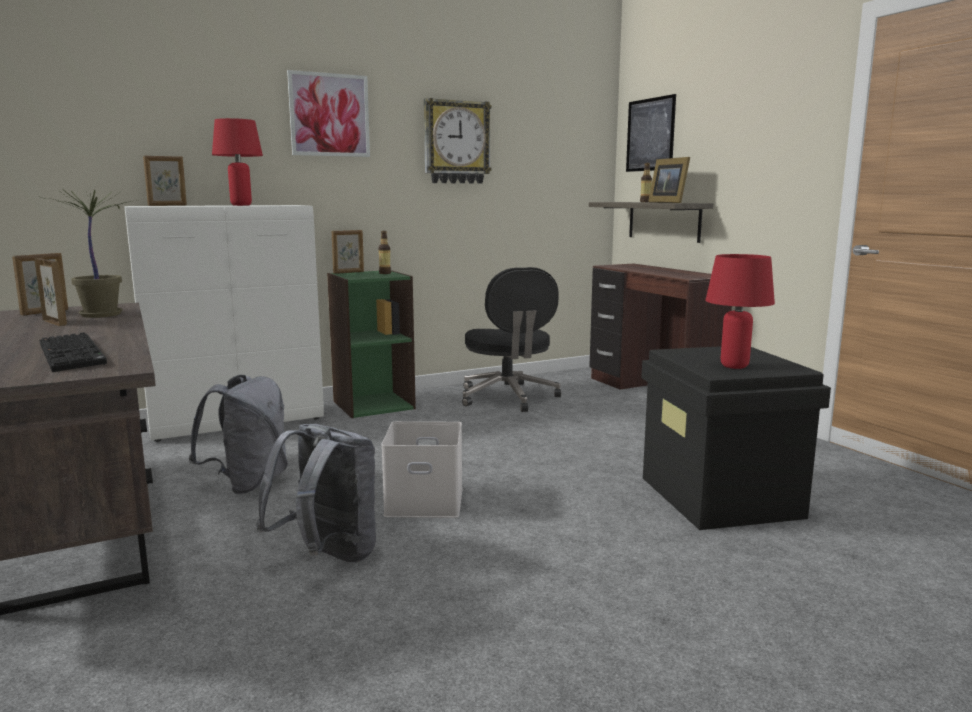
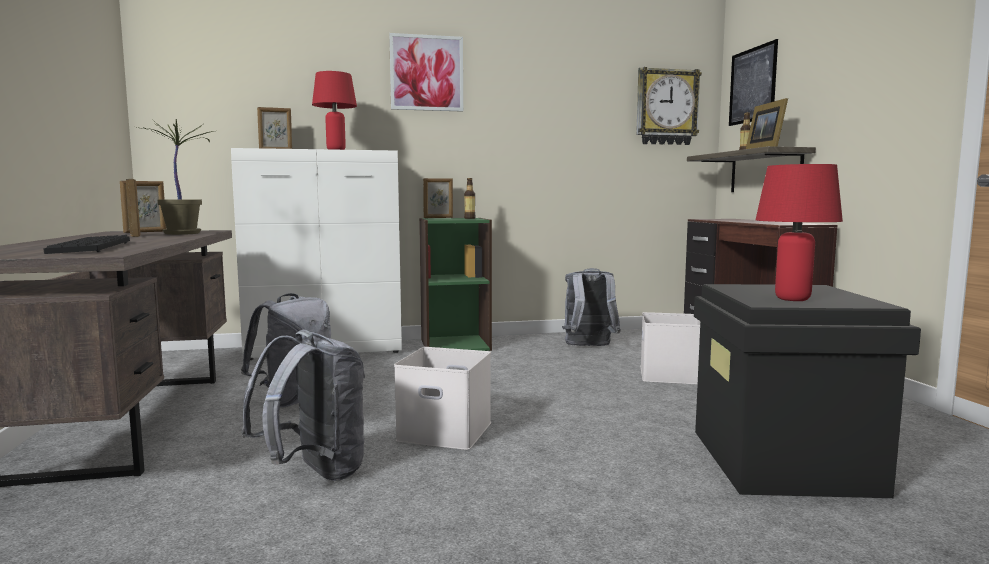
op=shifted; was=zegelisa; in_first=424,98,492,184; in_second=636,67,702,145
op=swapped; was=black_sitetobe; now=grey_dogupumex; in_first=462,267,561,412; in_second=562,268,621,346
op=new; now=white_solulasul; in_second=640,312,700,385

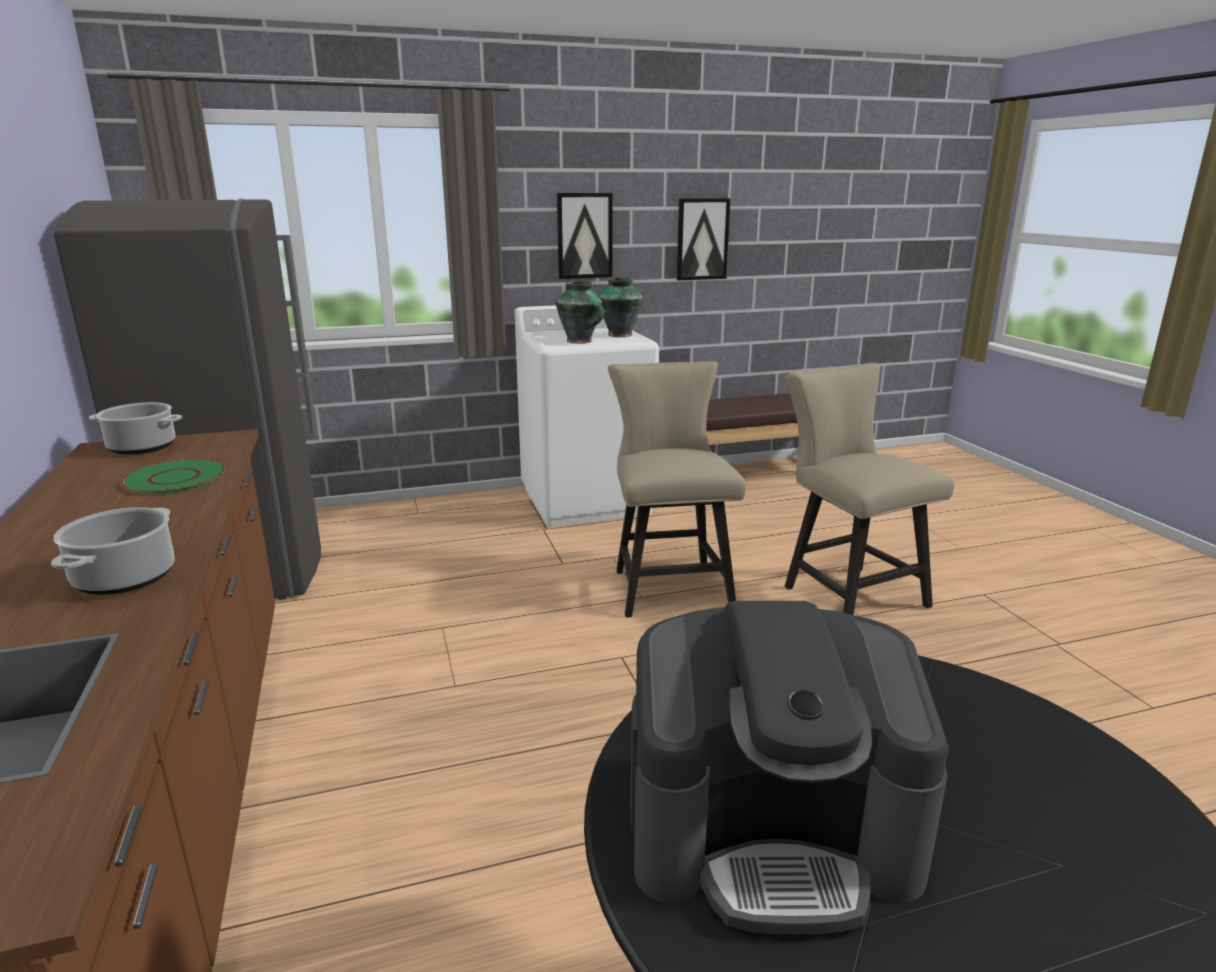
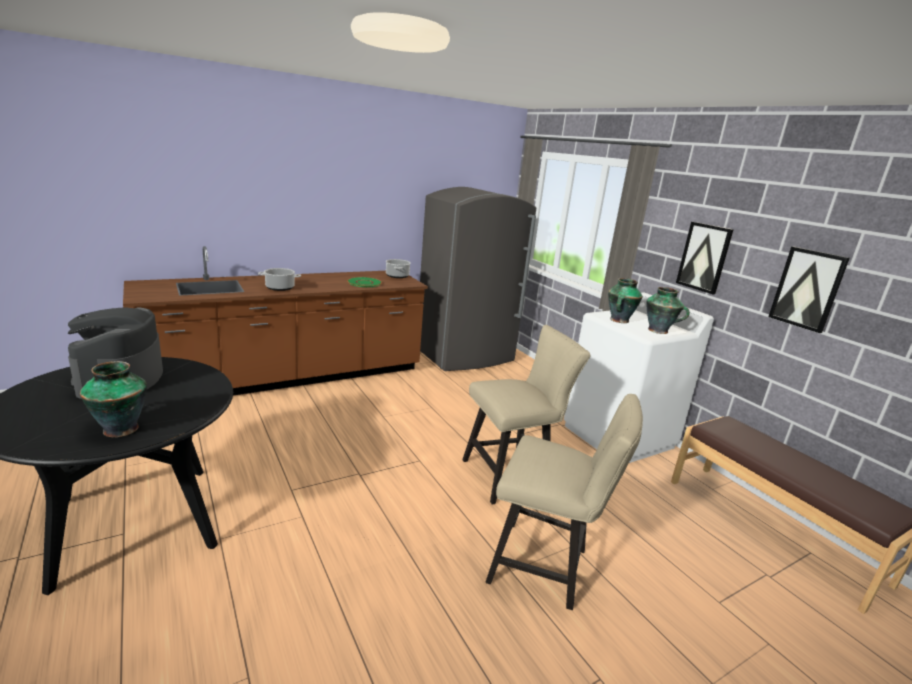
op=rotated; was=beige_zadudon; in_first=785,363,955,615; in_second=485,394,643,610; clockwise=60
op=new; now=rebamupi; in_second=80,361,147,437

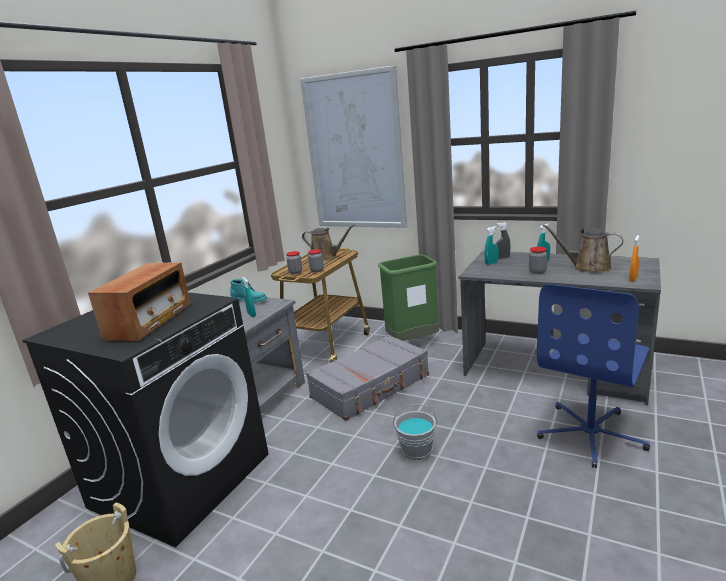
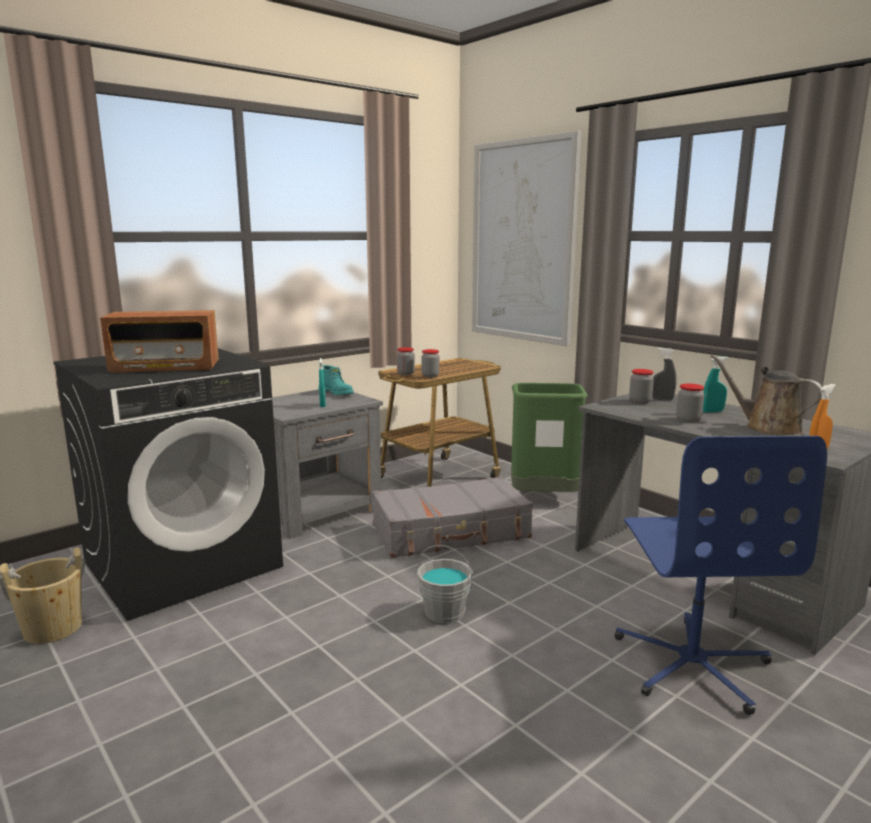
op=rotated; was=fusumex; in_first=88,262,191,341; in_second=100,310,219,373; clockwise=45
op=gone; was=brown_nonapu; in_first=302,224,355,261
op=swapped; was=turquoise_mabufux; now=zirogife; in_first=484,226,499,265; in_second=629,369,654,404
op=rotated; was=blue_sitetobe; in_first=537,284,650,468; in_second=614,436,827,715; clockwise=-60

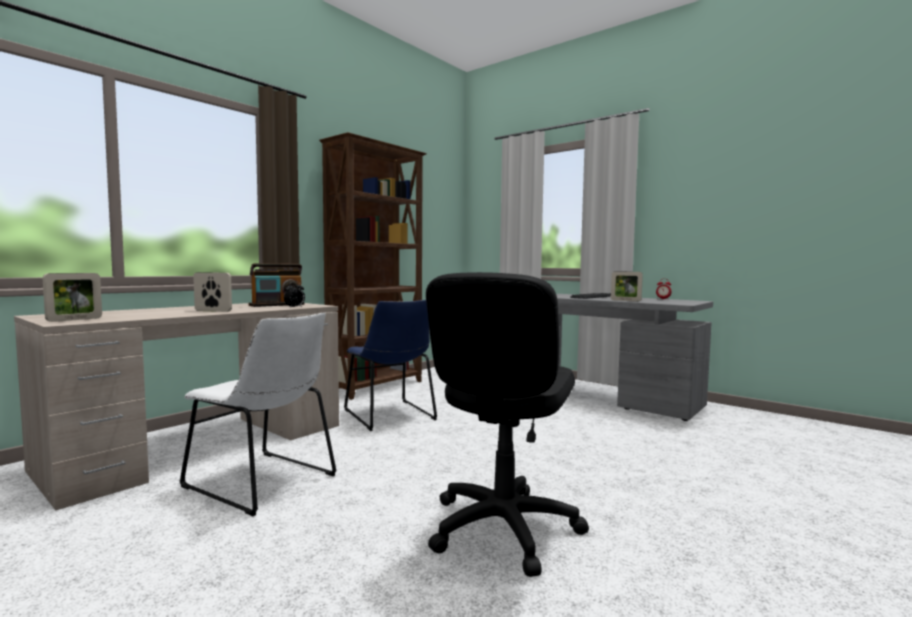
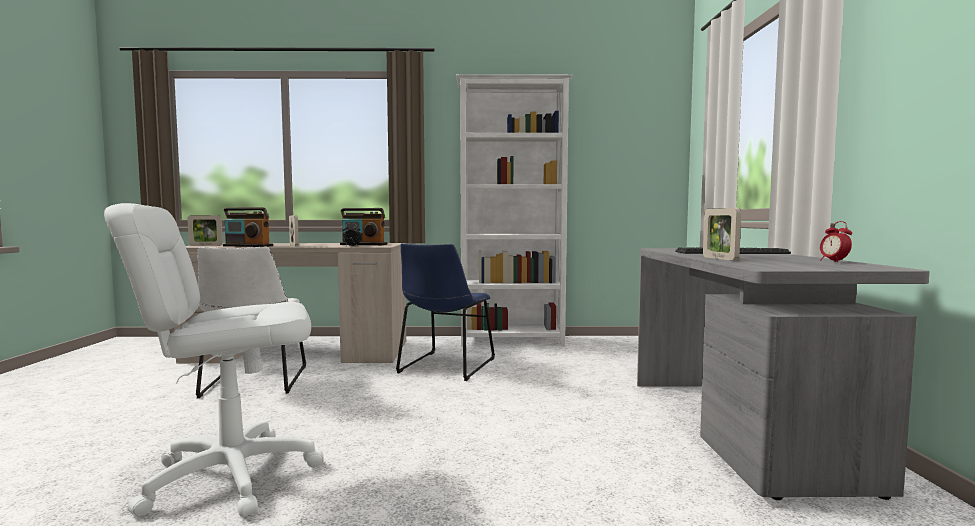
op=repainted; was=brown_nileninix; now=white_nileninix; in_first=319,132,427,400; in_second=456,74,573,346
op=repainted; was=black_sitetobe; now=white_sitetobe; in_first=426,272,589,577; in_second=104,203,324,517
op=new; now=fusumex; in_second=223,207,273,247

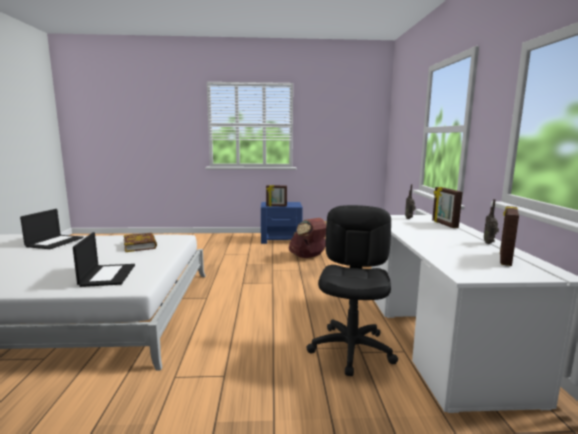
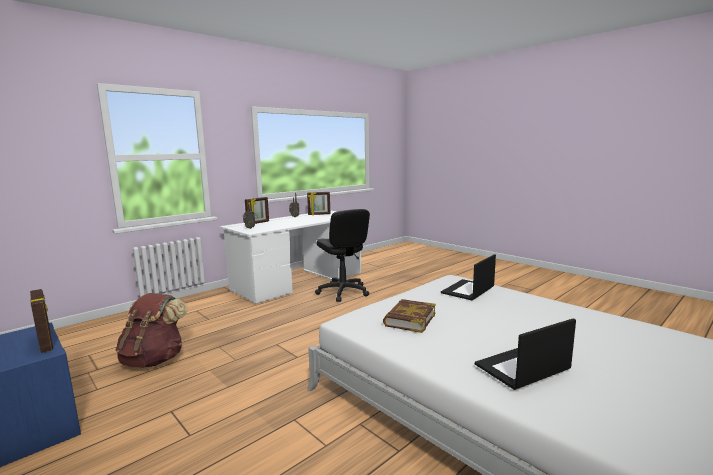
op=rotated; was=black_sitetobe; in_first=306,205,398,376; in_second=315,209,370,302; clockwise=-90

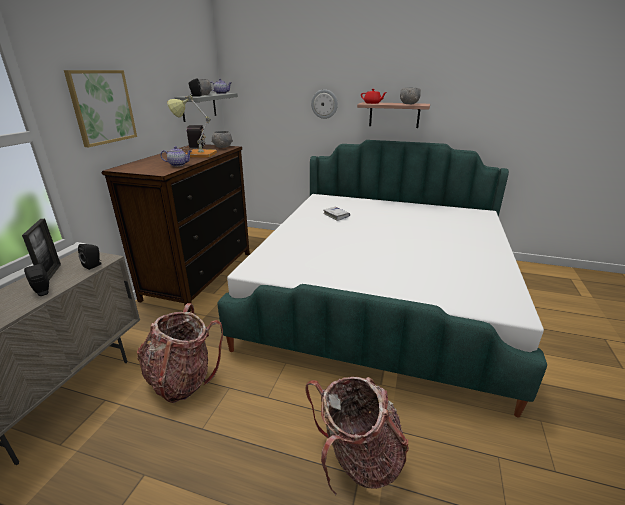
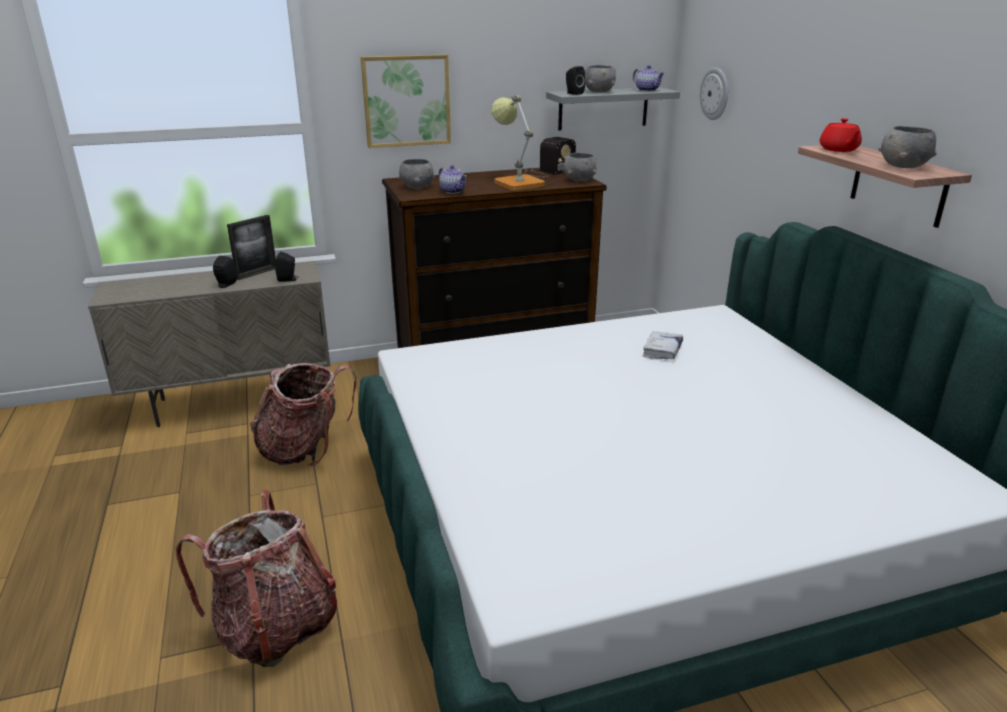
op=shifted; was=zegelisa; in_first=311,89,338,119; in_second=700,67,728,120
op=new; now=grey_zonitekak; in_second=398,159,435,189

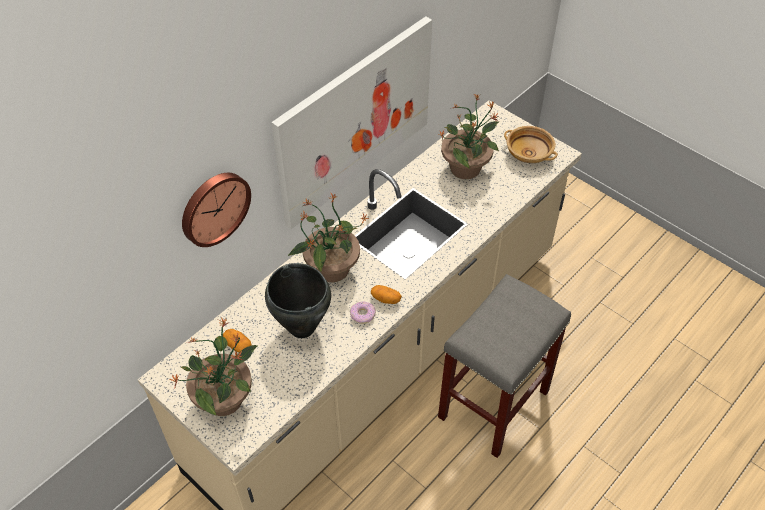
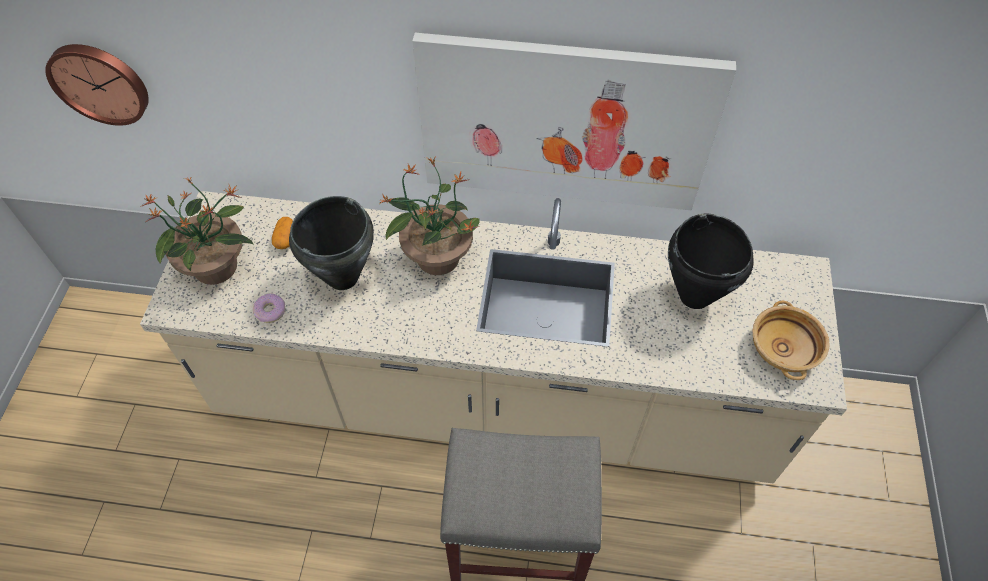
op=shifted; was=zegelisa; in_first=182,173,251,247; in_second=45,44,149,126
op=shifted; was=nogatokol; in_first=350,301,376,324; in_second=253,293,285,323
op=gone; was=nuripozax; in_first=371,285,402,304
op=swapped; was=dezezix; now=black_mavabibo; in_first=439,94,499,179; in_second=668,213,754,309

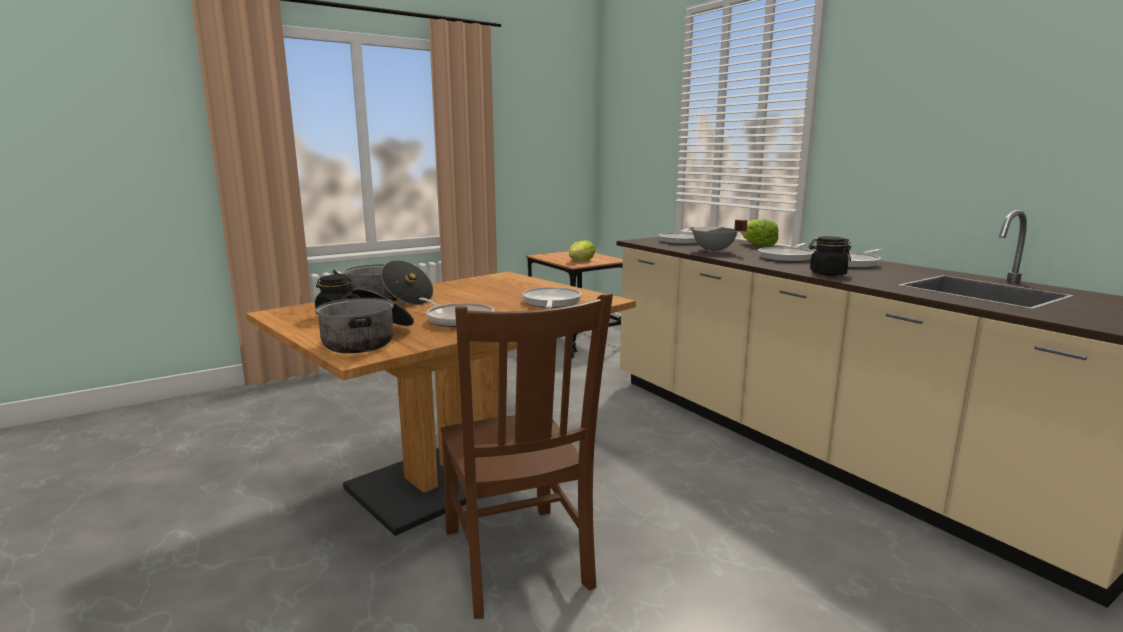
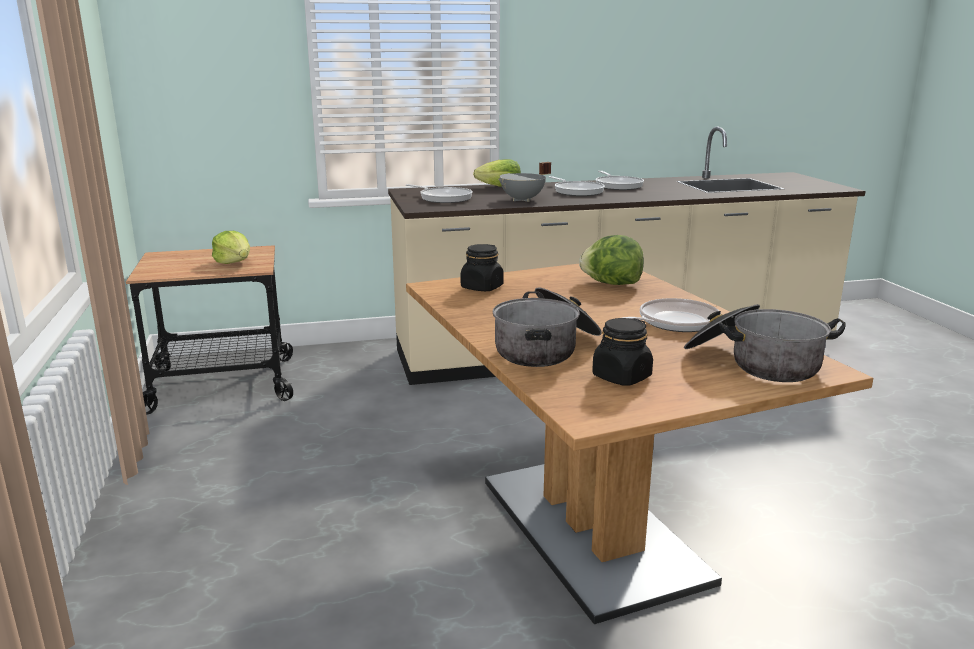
op=gone; was=brown_zadudon; in_first=440,293,613,619
op=swapped; was=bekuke; now=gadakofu; in_first=522,287,581,308; in_second=579,235,644,285
op=shifted; was=black_zirogife; in_first=808,236,851,276; in_second=461,244,504,291

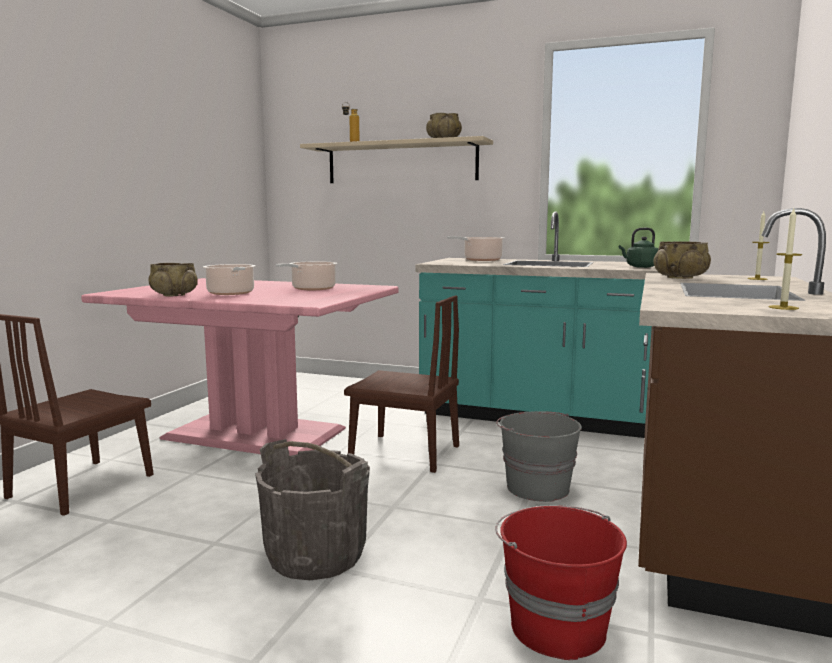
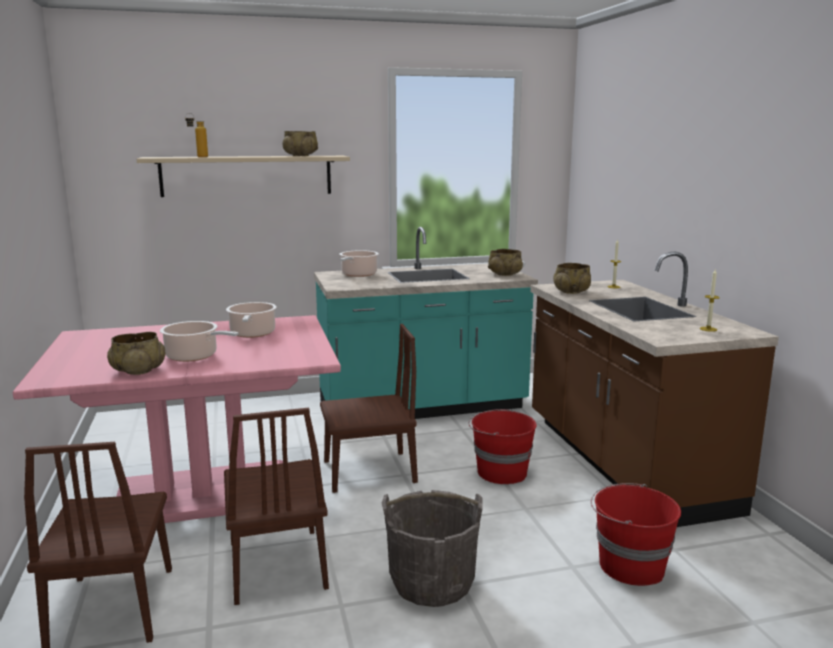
op=repainted; was=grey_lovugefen; now=red_lovugefen; in_first=496,411,582,502; in_second=469,409,537,484
op=swapped; was=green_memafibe; now=beige_zonitekak; in_first=619,228,658,268; in_second=488,249,523,276
op=new; now=brown_zadudon; in_second=224,408,329,605

